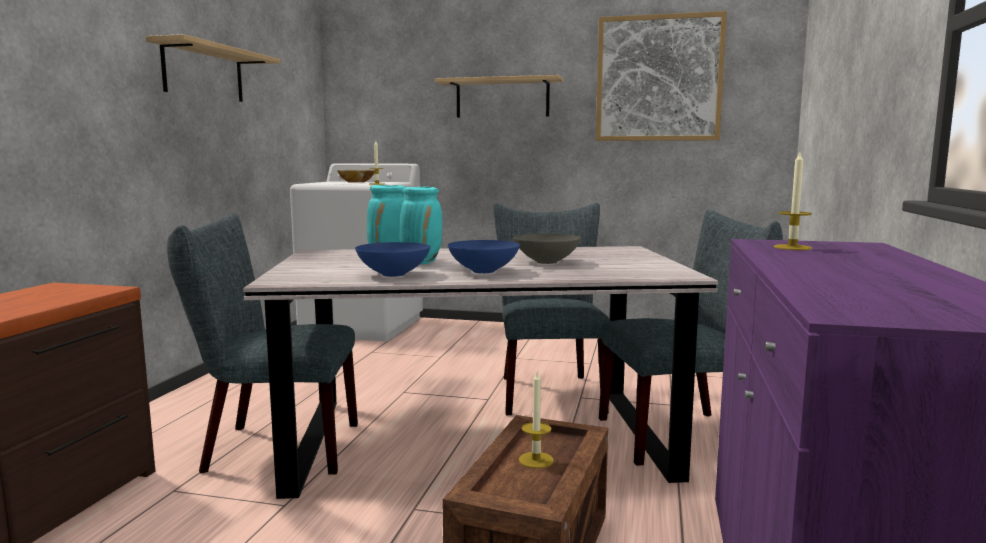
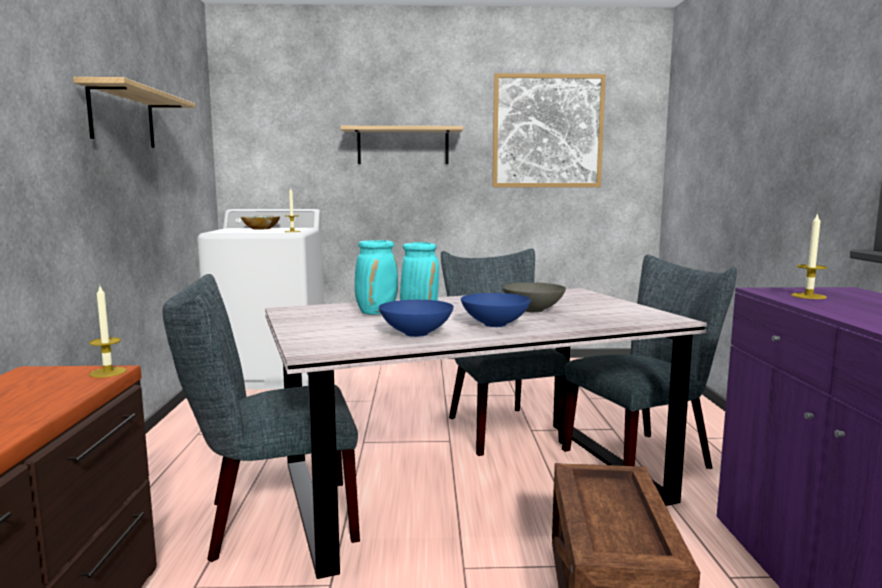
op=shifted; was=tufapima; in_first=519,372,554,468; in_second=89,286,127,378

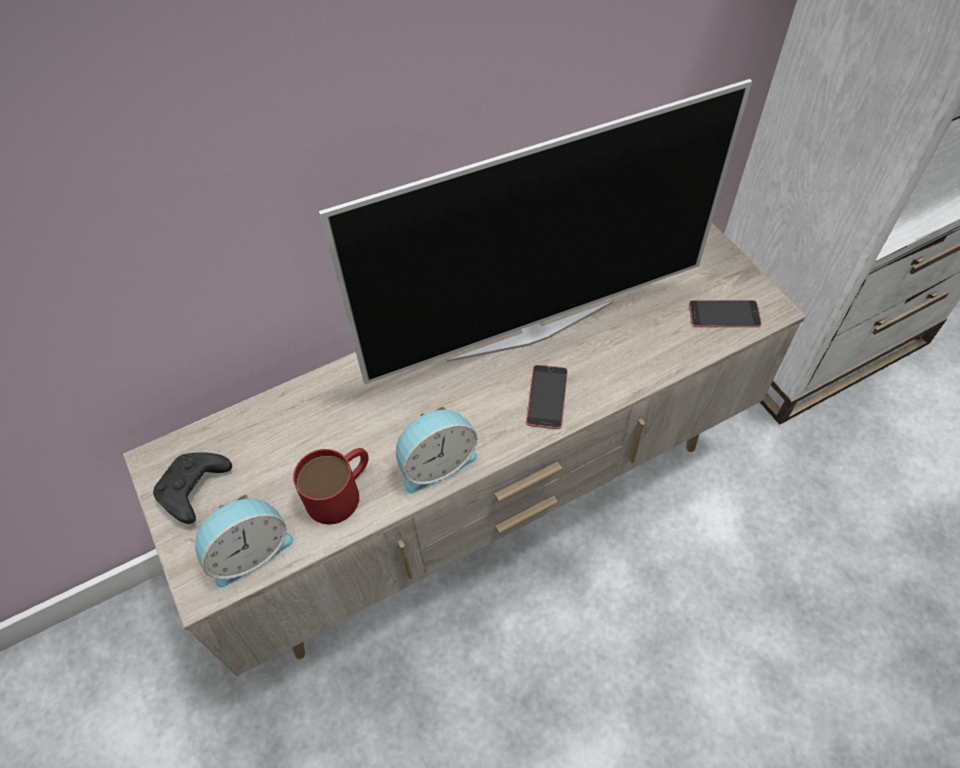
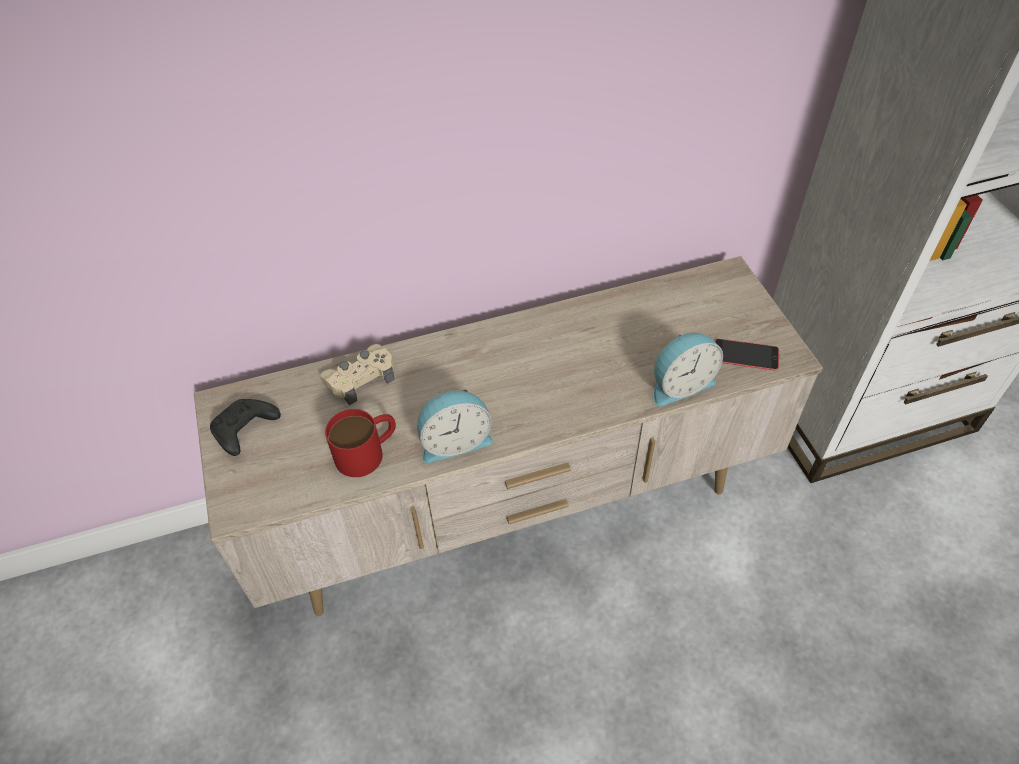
op=shifted; was=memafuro; in_first=195,494,294,589; in_second=653,332,723,407
op=gone; was=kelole; in_first=319,79,752,384
op=gone; was=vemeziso; in_first=526,365,568,429
op=new; now=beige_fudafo; in_second=320,344,394,405

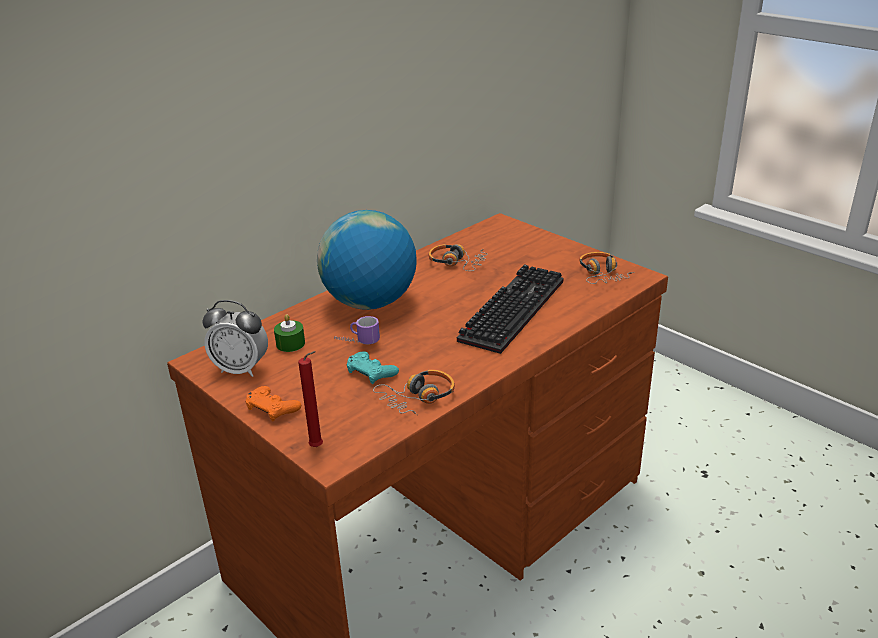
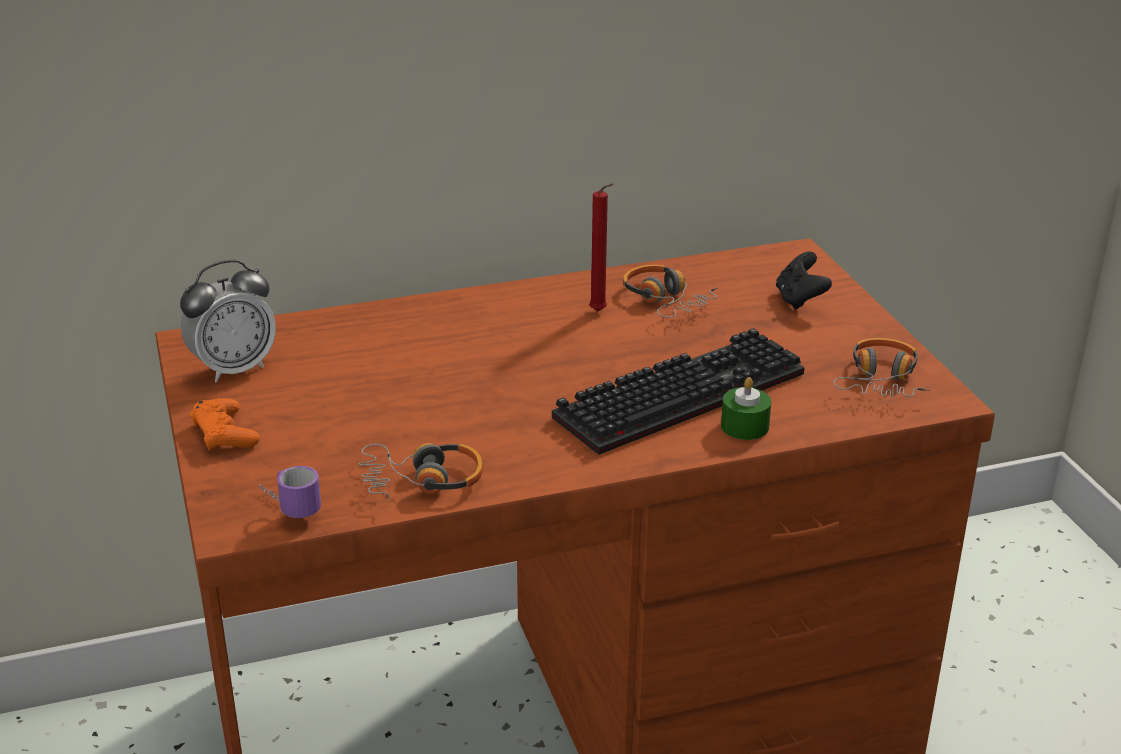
op=rotated; was=memafuro; in_first=203,300,268,377; in_second=180,260,276,383; clockwise=-75
op=shifted; was=green_tufapima; in_first=274,314,305,352; in_second=721,377,771,440
op=shifted; was=red_tufapima; in_first=298,351,323,447; in_second=589,184,614,311
op=gone; was=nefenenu; in_first=317,210,417,310
op=shifted; was=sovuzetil; in_first=334,316,380,344; in_second=259,466,321,518
op=gone; was=turquoise_fudafo; in_first=347,352,399,384
op=new; now=black_fudafo; in_second=776,251,832,310

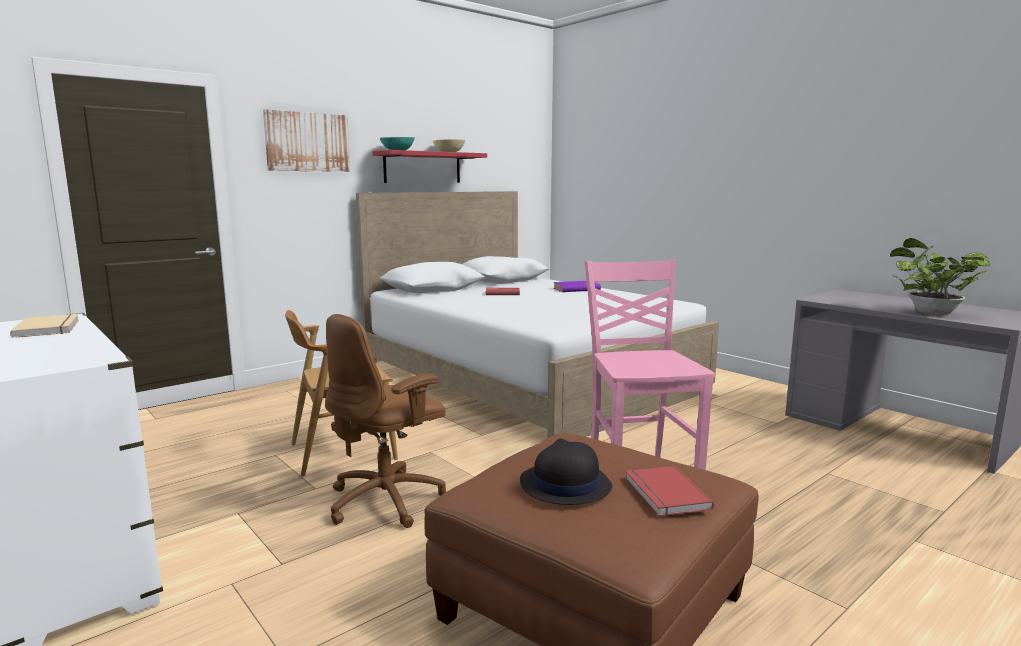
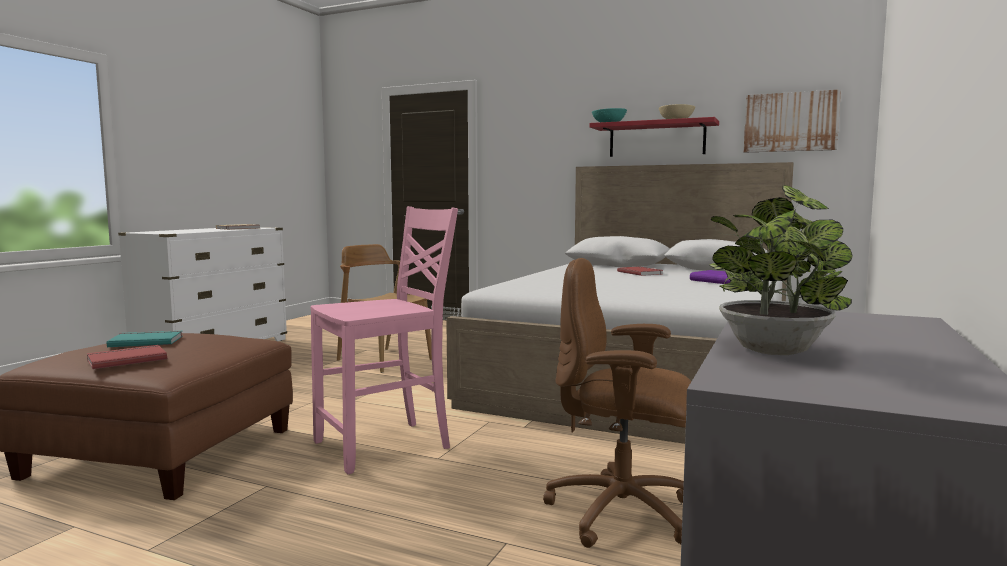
op=shifted; was=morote; in_first=263,109,350,172; in_second=744,89,841,153
op=shifted; was=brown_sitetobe; in_first=325,314,446,528; in_second=543,258,691,548
op=swapped; was=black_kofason; now=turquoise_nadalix; in_first=520,439,612,505; in_second=107,331,183,347

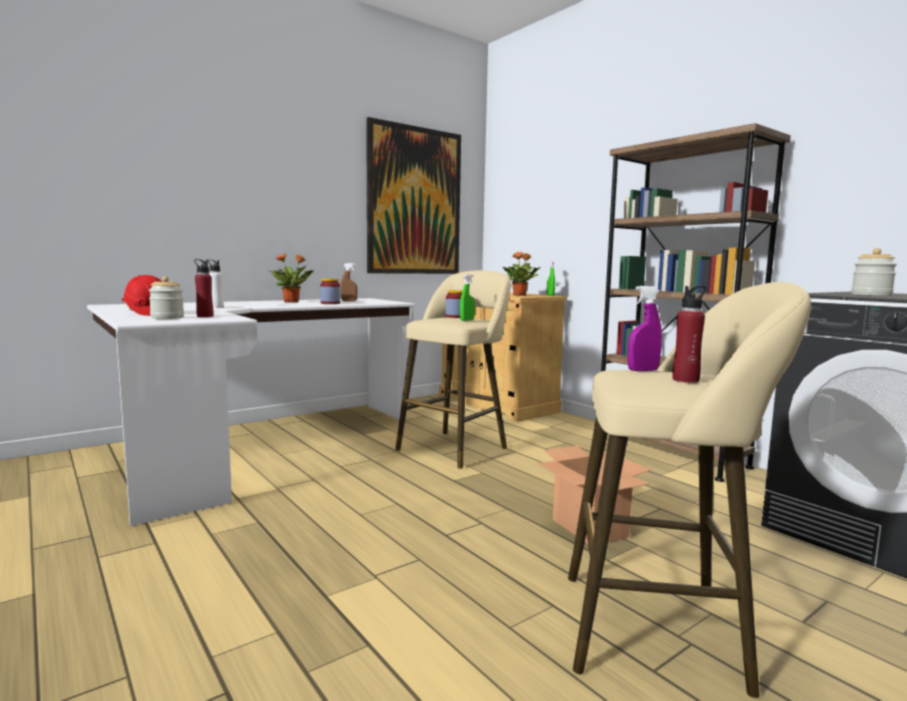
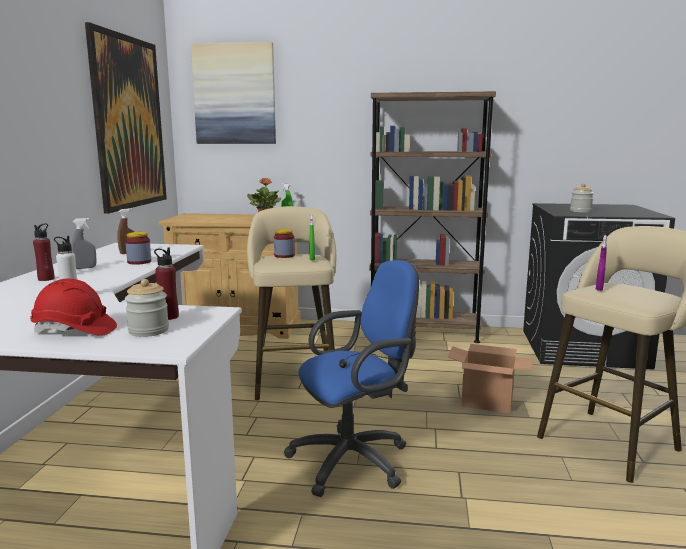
op=swapped; was=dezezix; now=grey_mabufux; in_first=268,253,314,303; in_second=71,218,96,269
op=shifted; was=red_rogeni; in_first=672,286,707,383; in_second=33,223,55,281
op=new; now=morote; in_second=191,42,276,144
op=new; now=blue_sitetobe; in_second=284,260,419,497

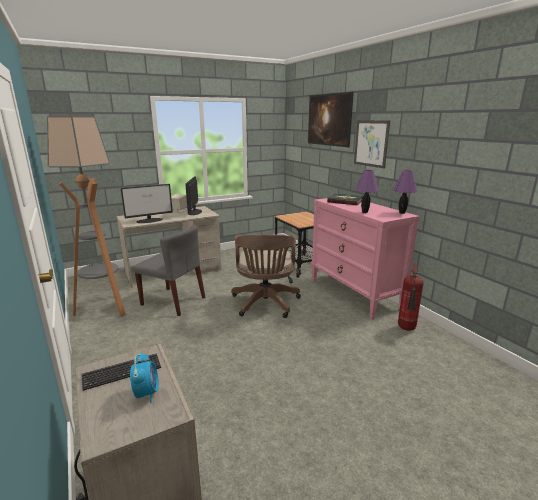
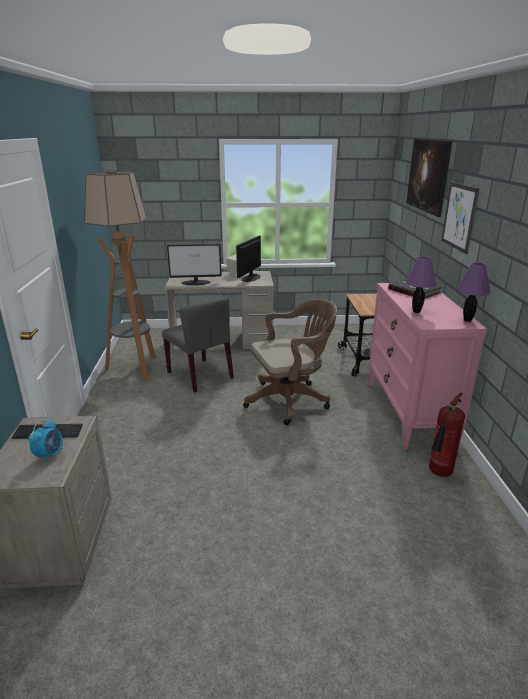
op=rotated; was=brown_sitetobe; in_first=231,234,301,318; in_second=243,299,337,425; clockwise=-135

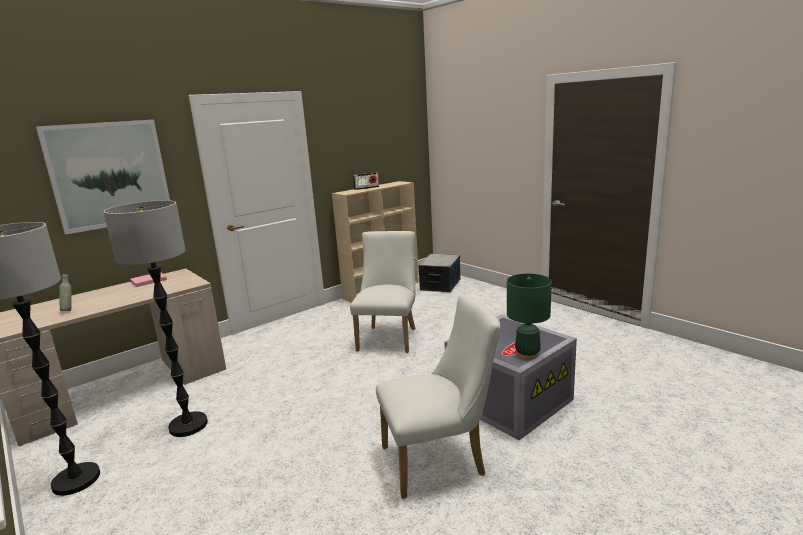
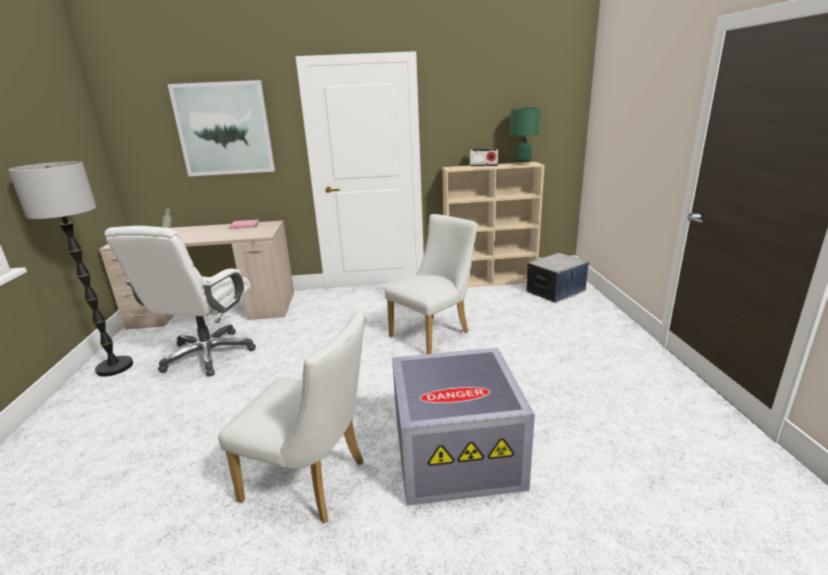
op=swapped; was=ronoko; now=white_sitetobe; in_first=103,200,208,437; in_second=105,226,256,377
op=shifted; was=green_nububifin; in_first=507,274,552,360; in_second=510,106,540,165

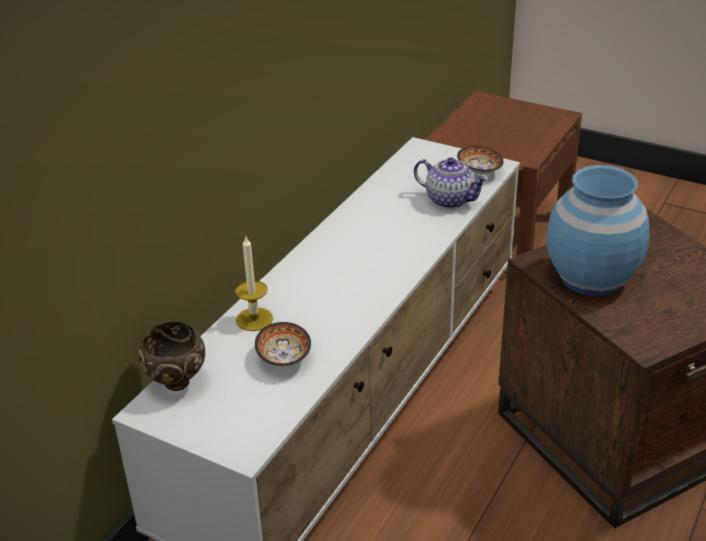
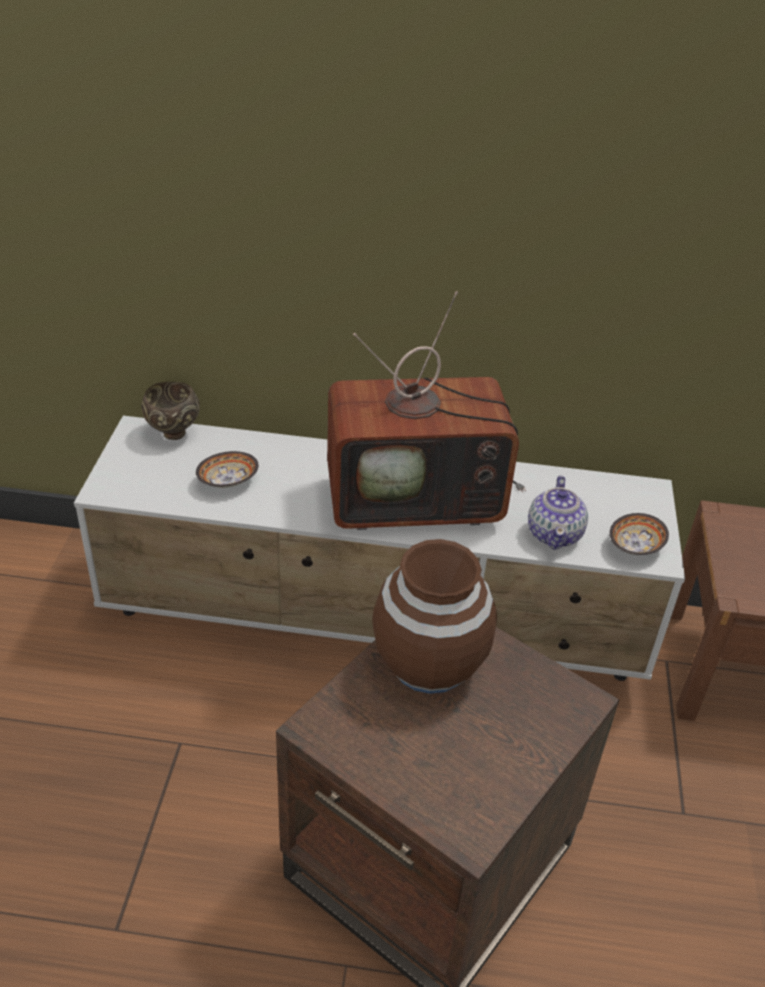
op=gone; was=tufapima; in_first=235,237,273,331
op=repainted; was=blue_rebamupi; now=brown_rebamupi; in_first=547,165,650,296; in_second=372,539,497,694
op=new; now=kelole; in_second=327,291,526,530

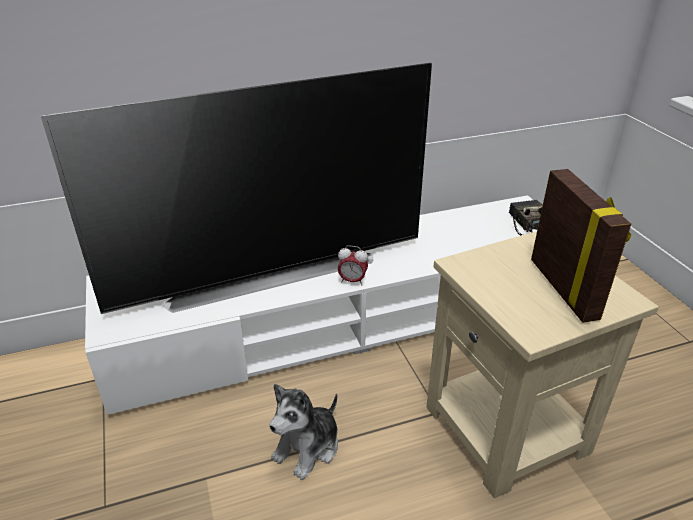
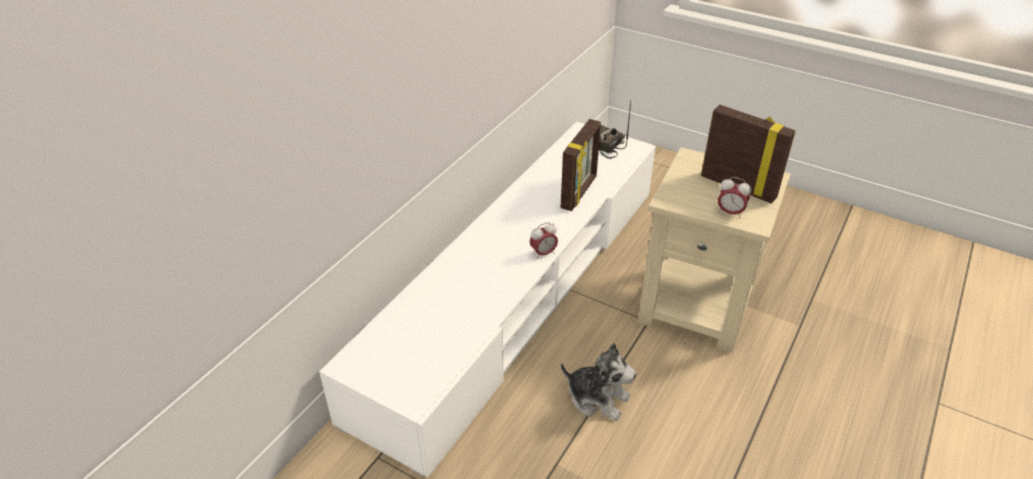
op=gone; was=kelole; in_first=41,63,432,314
op=rotated; was=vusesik; in_first=269,384,338,480; in_second=561,343,636,421; clockwise=-60
op=new; now=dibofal; in_second=560,119,601,211
op=new; now=memafuro; in_second=718,177,752,218

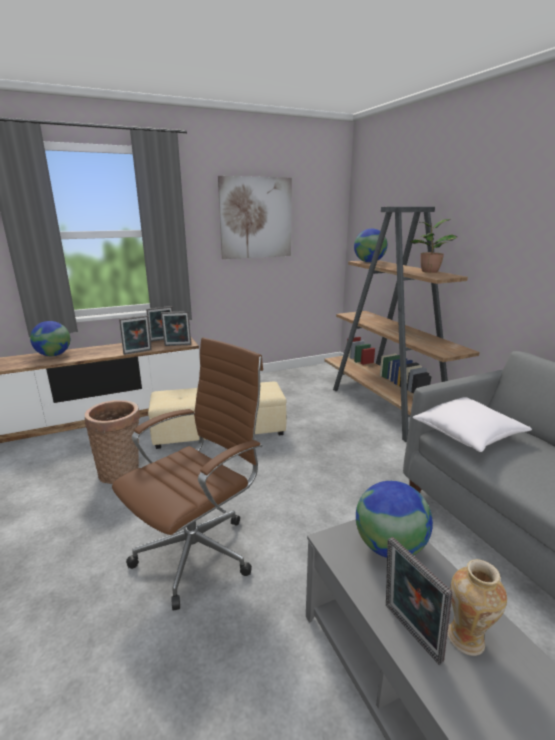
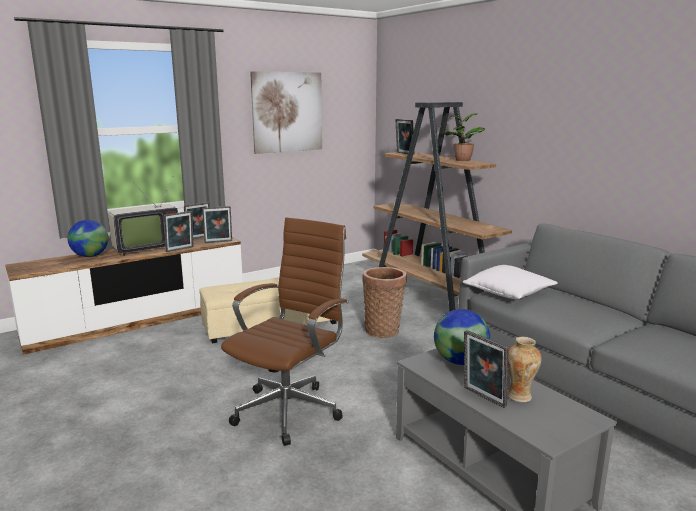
op=shifted; was=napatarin; in_first=85,400,140,484; in_second=363,267,407,338
op=swapped; was=nefenenu; now=dibofal; in_first=354,229,387,263; in_second=395,119,415,155
op=new; now=kelole; in_second=108,177,178,256

